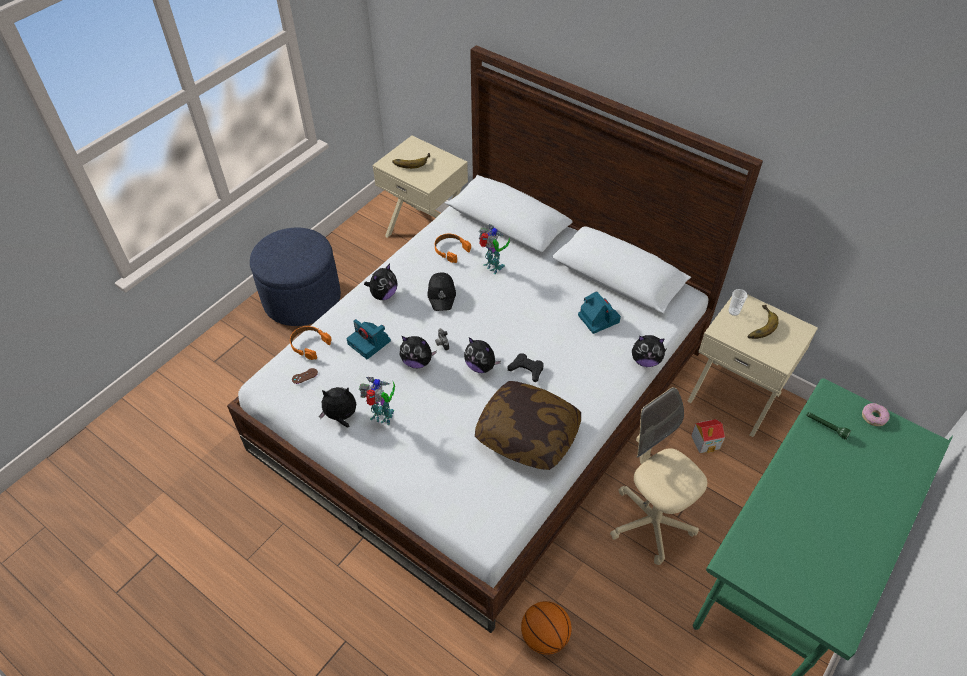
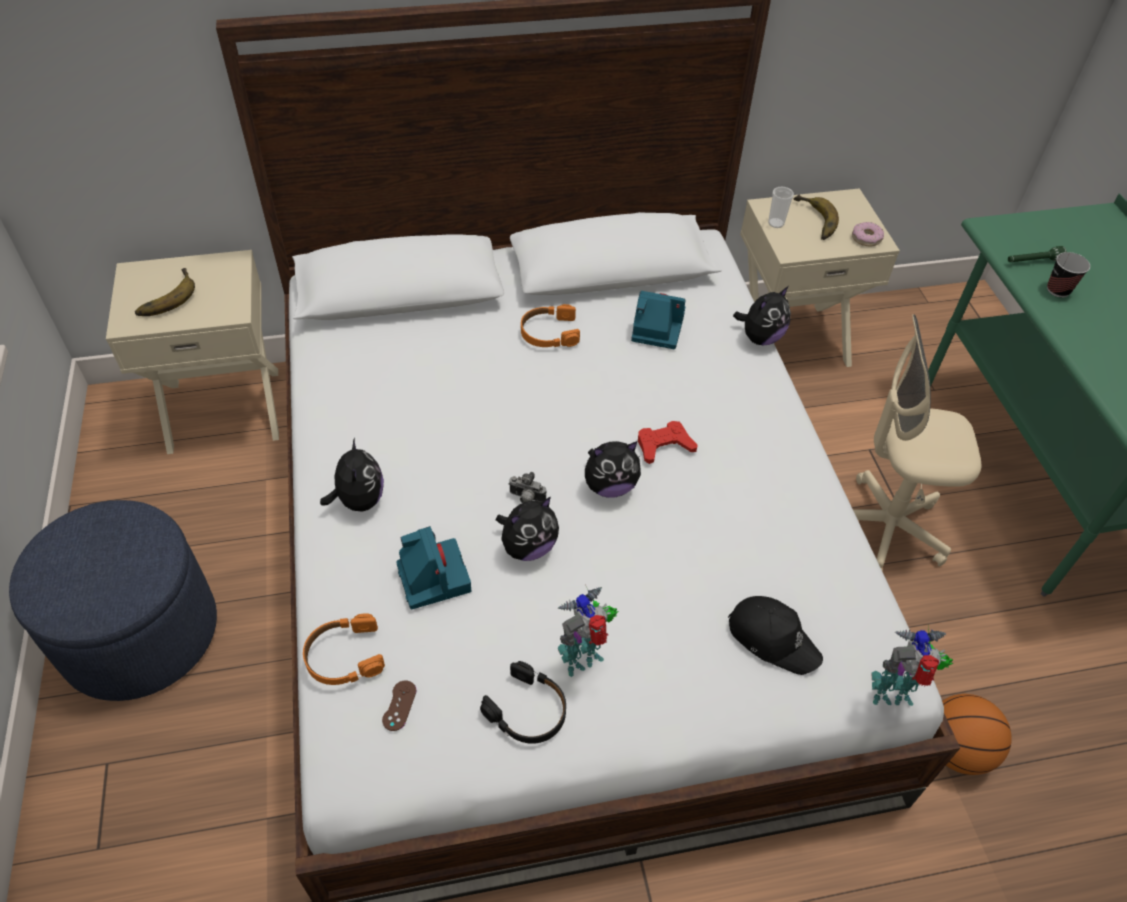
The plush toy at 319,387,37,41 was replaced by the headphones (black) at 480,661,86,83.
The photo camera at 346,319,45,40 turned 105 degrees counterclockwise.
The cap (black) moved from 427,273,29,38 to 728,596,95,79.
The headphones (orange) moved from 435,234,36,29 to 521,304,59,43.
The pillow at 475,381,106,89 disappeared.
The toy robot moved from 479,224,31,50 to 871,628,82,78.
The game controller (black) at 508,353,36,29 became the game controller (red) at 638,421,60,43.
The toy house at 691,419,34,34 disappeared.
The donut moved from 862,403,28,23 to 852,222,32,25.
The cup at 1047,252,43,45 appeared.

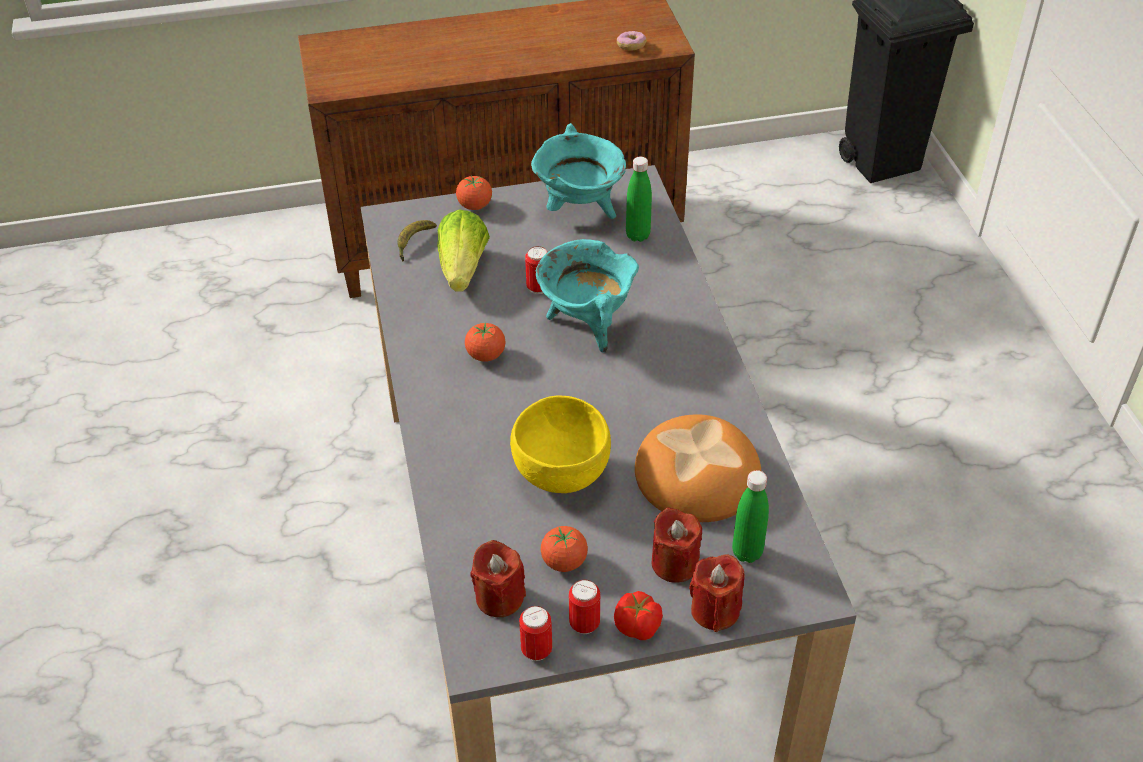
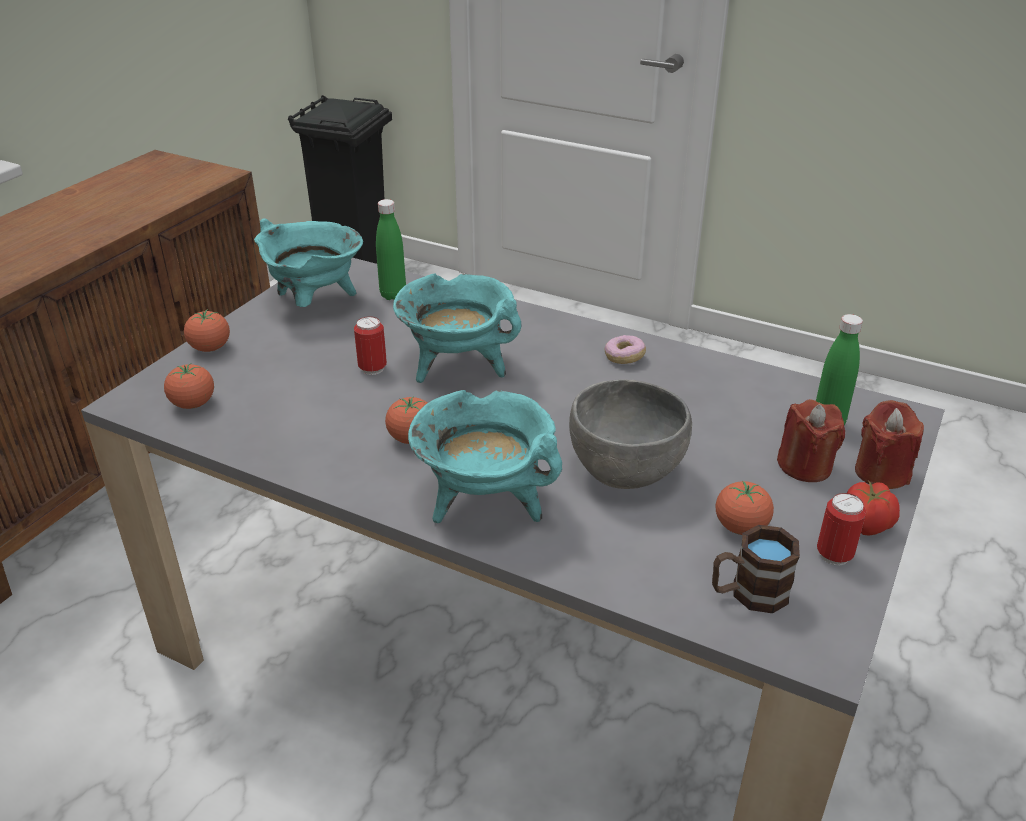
The banana at 397,220,40,41 was replaced by the tomato at 164,363,50,46.
The lettuce at 437,209,53,82 disappeared.
The candle (red) at 471,540,55,77 was replaced by the mug (brown) at 712,525,88,88.
The bowl (yellow) at 510,396,101,97 became the bowl (grey) at 569,380,123,109.
The can at 519,606,33,55 disappeared.
The donut moved from 617,31,29,20 to 605,335,41,29.
The bread at 635,414,126,108 disappeared.
The cooking pot (turquoise) at 408,390,154,133 appeared.

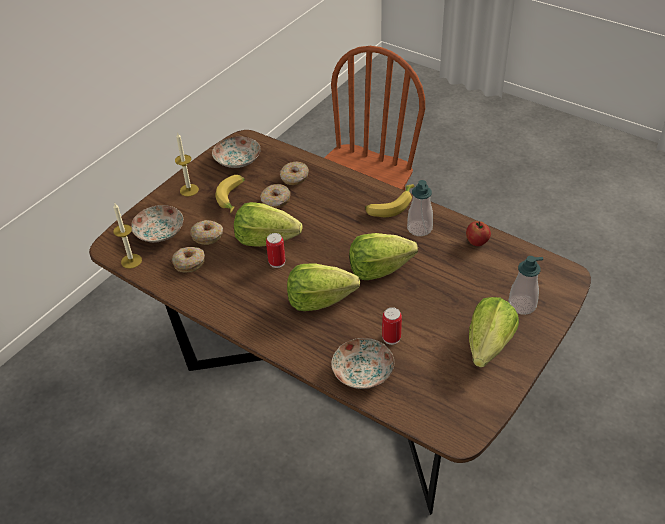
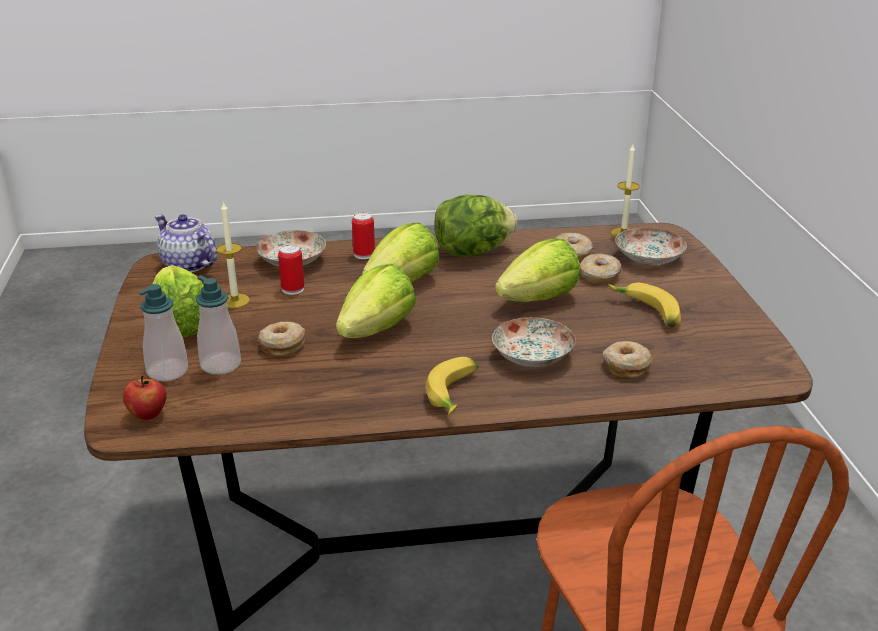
The candle moved from 175,132,24,64 to 216,201,34,107.
The plate moved from 212,136,49,32 to 492,317,84,50.
The donut moved from 260,184,31,24 to 258,322,47,34.
The can moved from 266,233,19,35 to 352,212,23,47.
The soap dispenser moved from 407,180,26,56 to 196,275,45,99.
The apple moved from 466,221,25,25 to 123,375,44,45.
The teapot at 155,214,62,58 appeared.
The lettuce at 434,194,83,63 appeared.

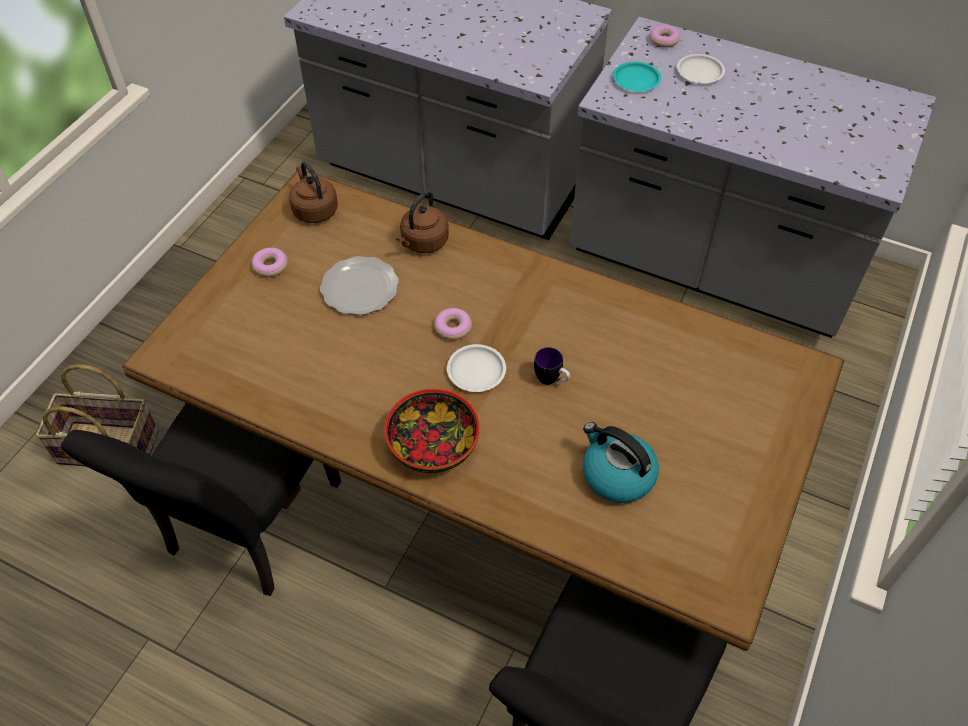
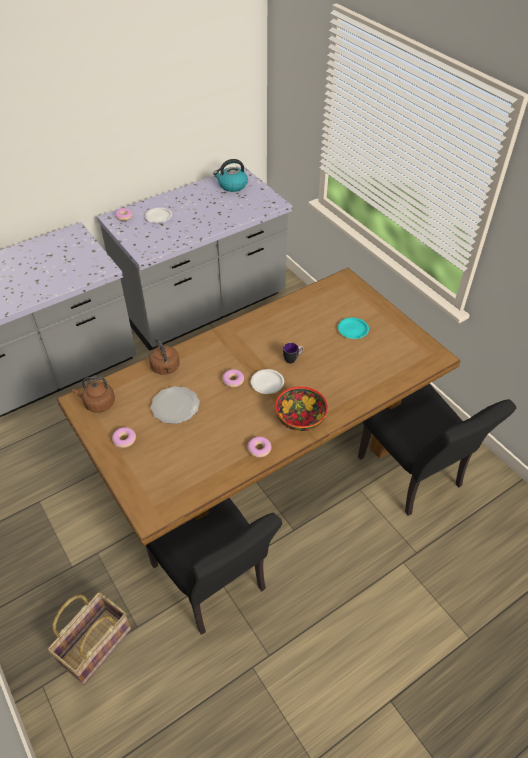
The kettle moved from 583,422,76,81 to 213,159,35,33.
The plate (turquoise) moved from 613,62,48,29 to 338,317,31,22.
The donut at 247,437,24,21 appeared.

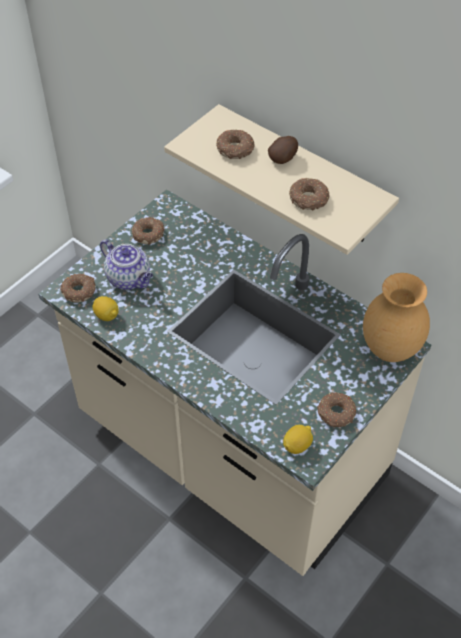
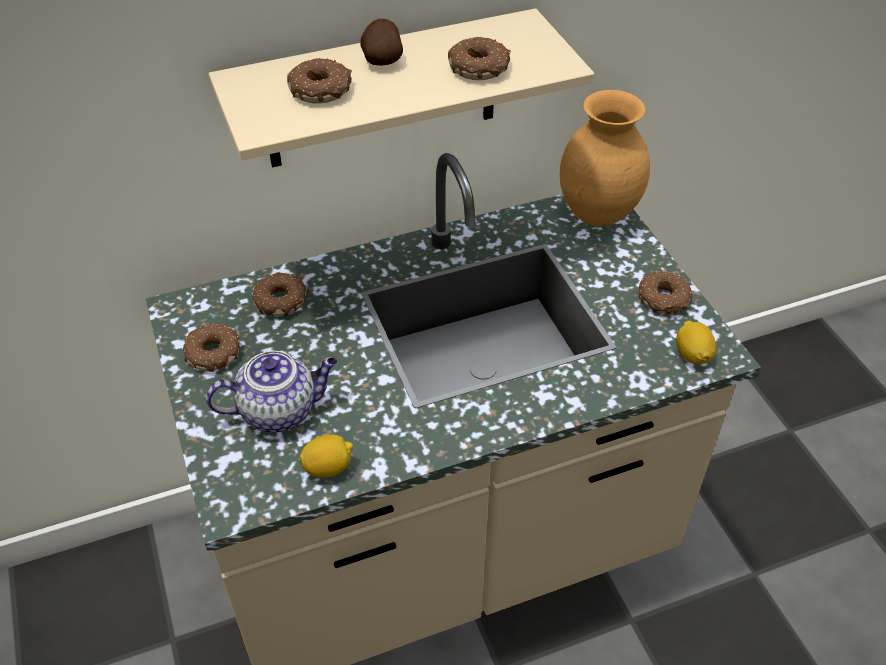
The donut moved from 60,273,36,29 to 253,273,54,43.

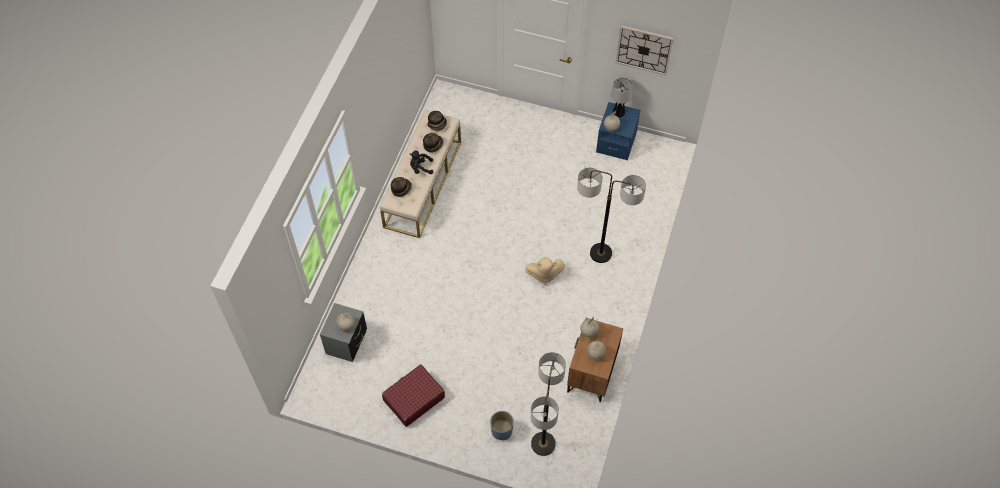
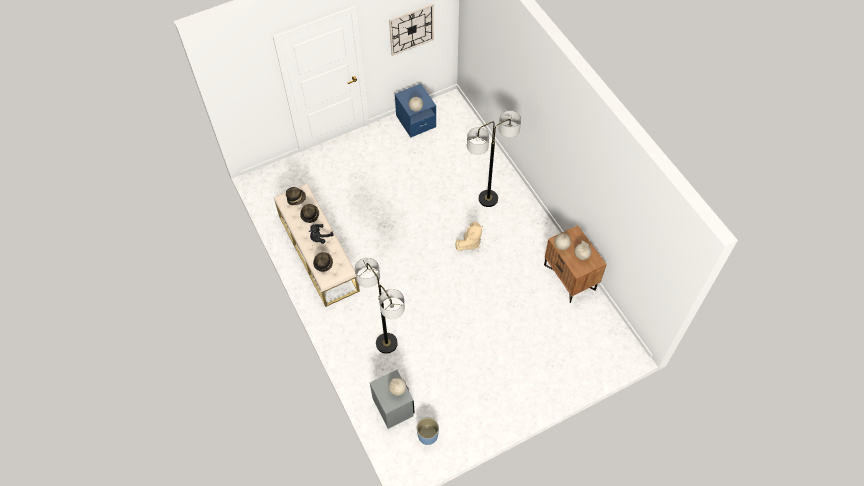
The suitcase (red) at 382,364,63,63 disappeared.
The planter (blue) moved from 490,411,24,29 to 417,417,22,28.
The floor lamp moved from 531,352,35,104 to 355,258,50,96.
The table lamp at 611,78,22,39 disappeared.

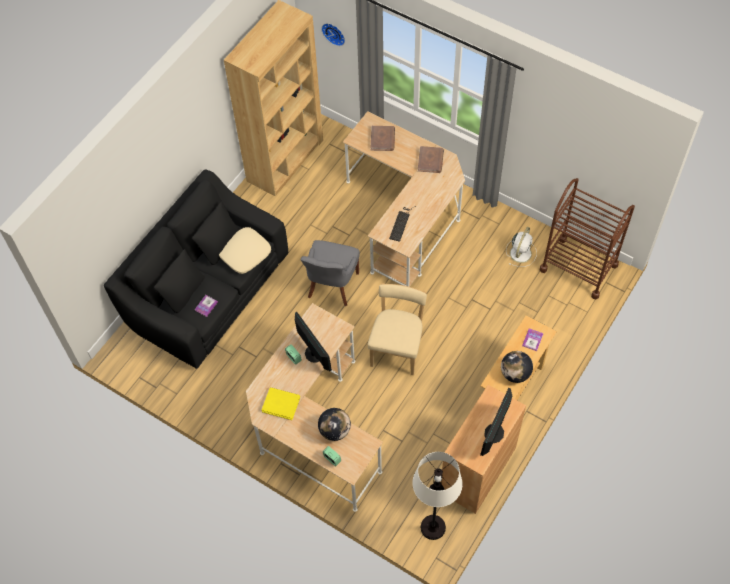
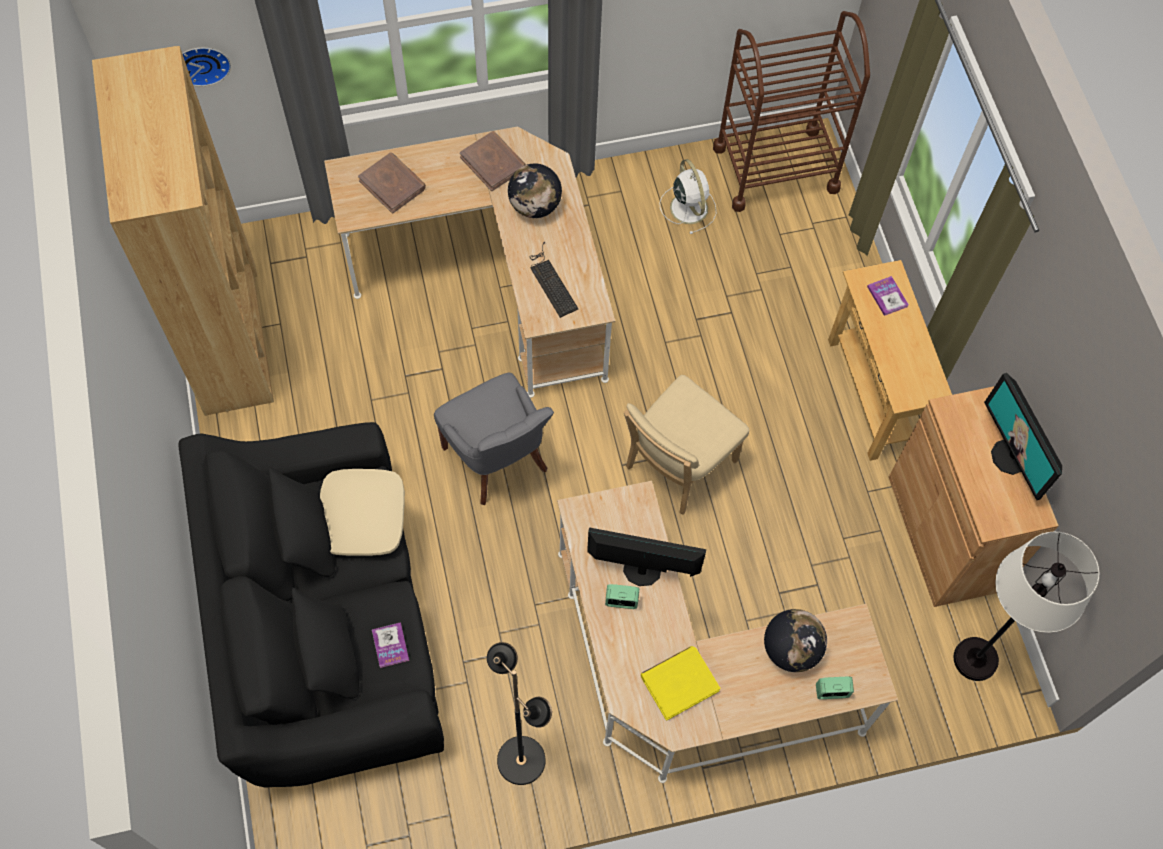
The chair (beige) at 368,283,59,92 turned 105 degrees counterclockwise.
The globe moved from 501,351,32,32 to 508,163,54,55.
The floor lamp (black) at 487,642,65,143 appeared.

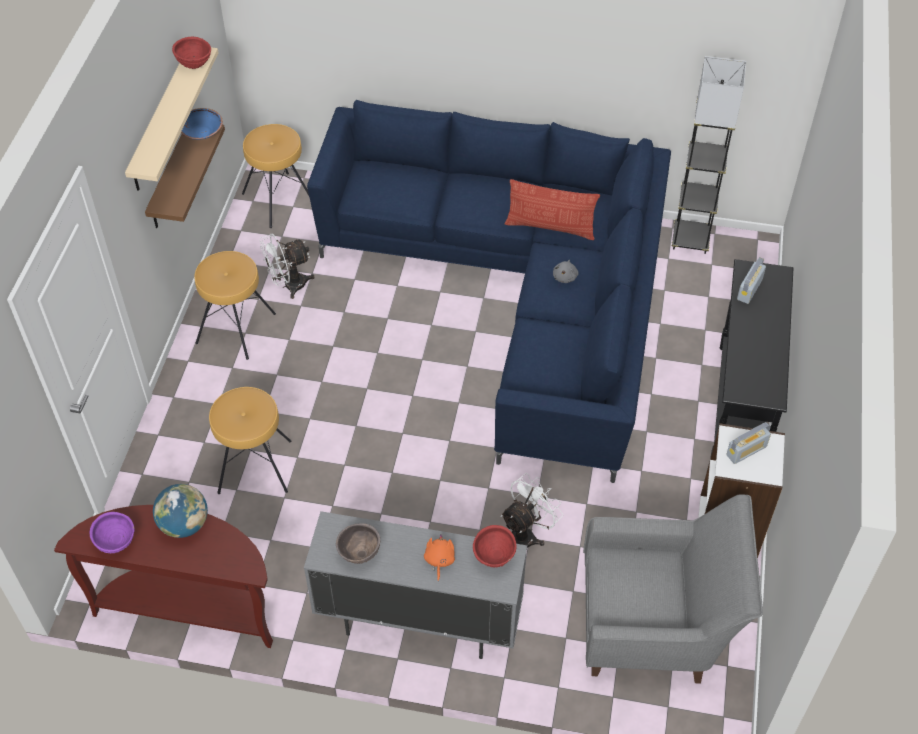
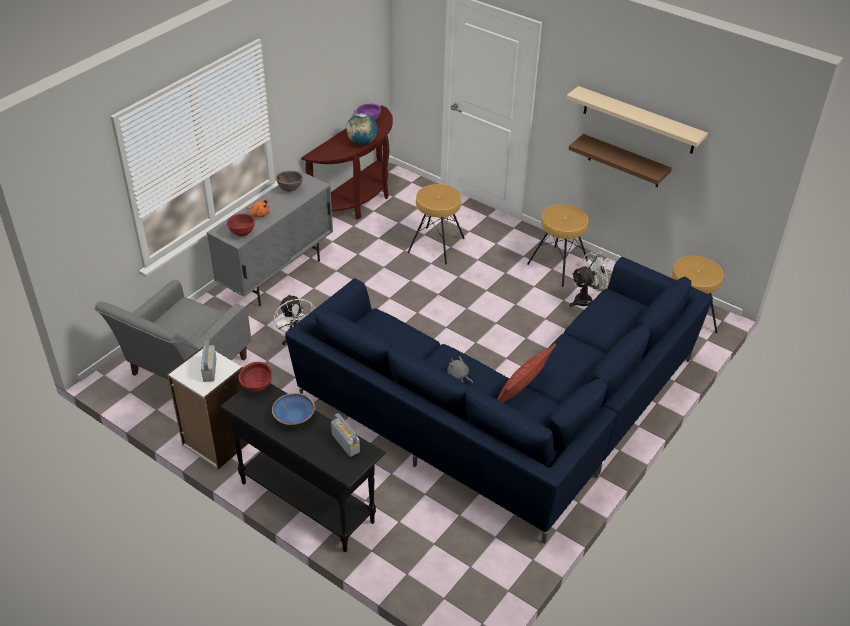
The bowl (red) moved from 172,37,39,32 to 239,362,33,30.
The bowl (blue) moved from 181,108,42,32 to 272,393,43,32.
The fan (white) at 259,233,55,66 turned 60 degrees clockwise.
The floor lamp (grey) at 672,56,74,198 disappeared.

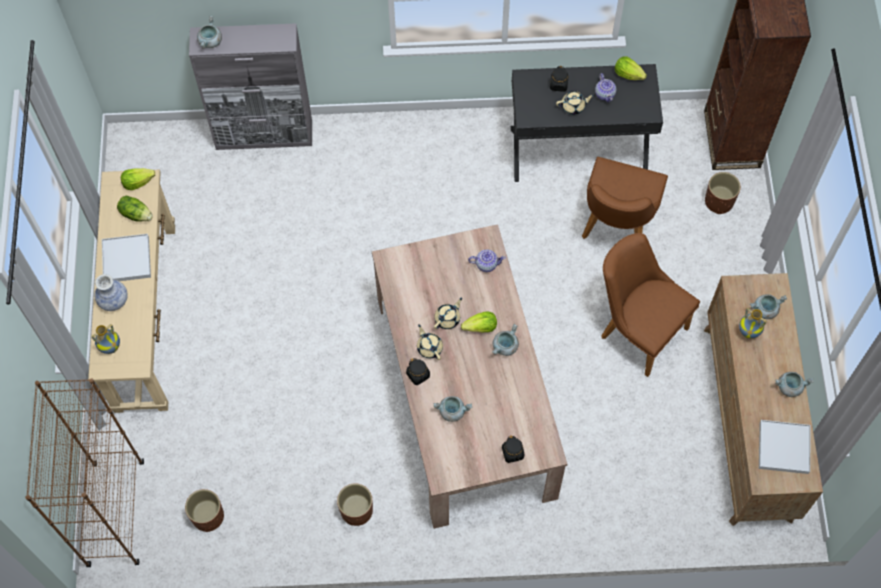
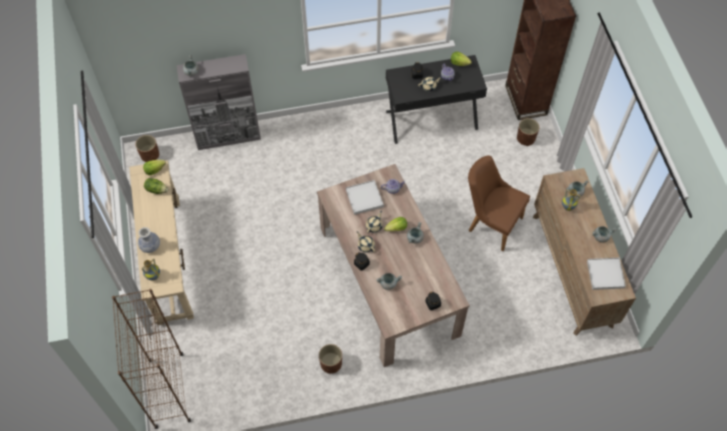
The tray (white) moved from 102,234,49,47 to 346,180,38,35.
The planter (brown) moved from 185,489,39,43 to 135,135,24,27.
The chair (brown) at 582,157,86,82 disappeared.

